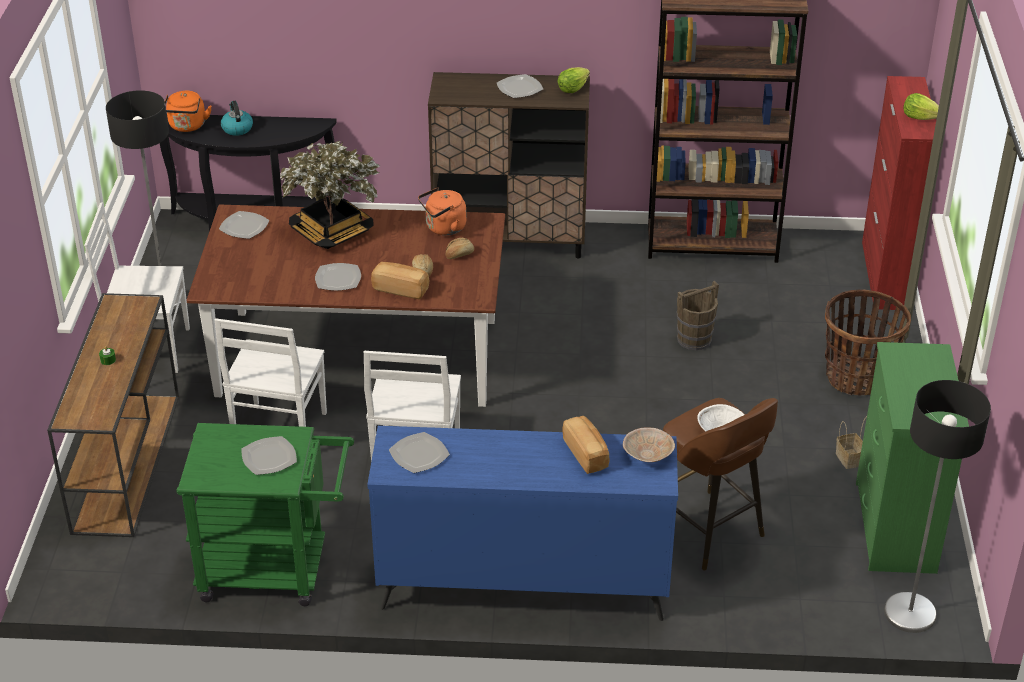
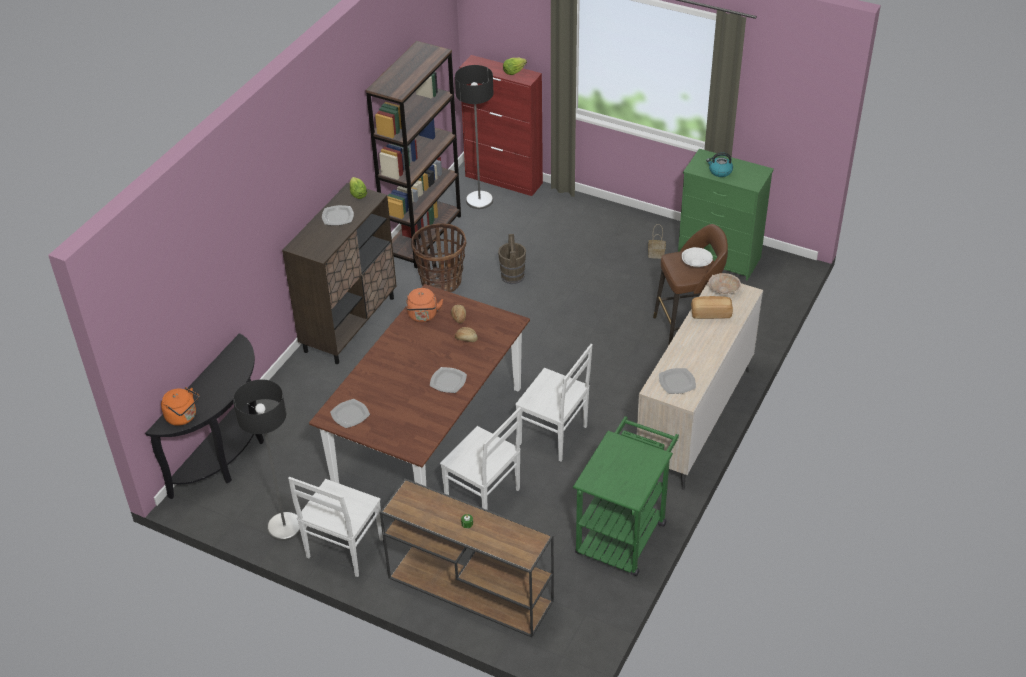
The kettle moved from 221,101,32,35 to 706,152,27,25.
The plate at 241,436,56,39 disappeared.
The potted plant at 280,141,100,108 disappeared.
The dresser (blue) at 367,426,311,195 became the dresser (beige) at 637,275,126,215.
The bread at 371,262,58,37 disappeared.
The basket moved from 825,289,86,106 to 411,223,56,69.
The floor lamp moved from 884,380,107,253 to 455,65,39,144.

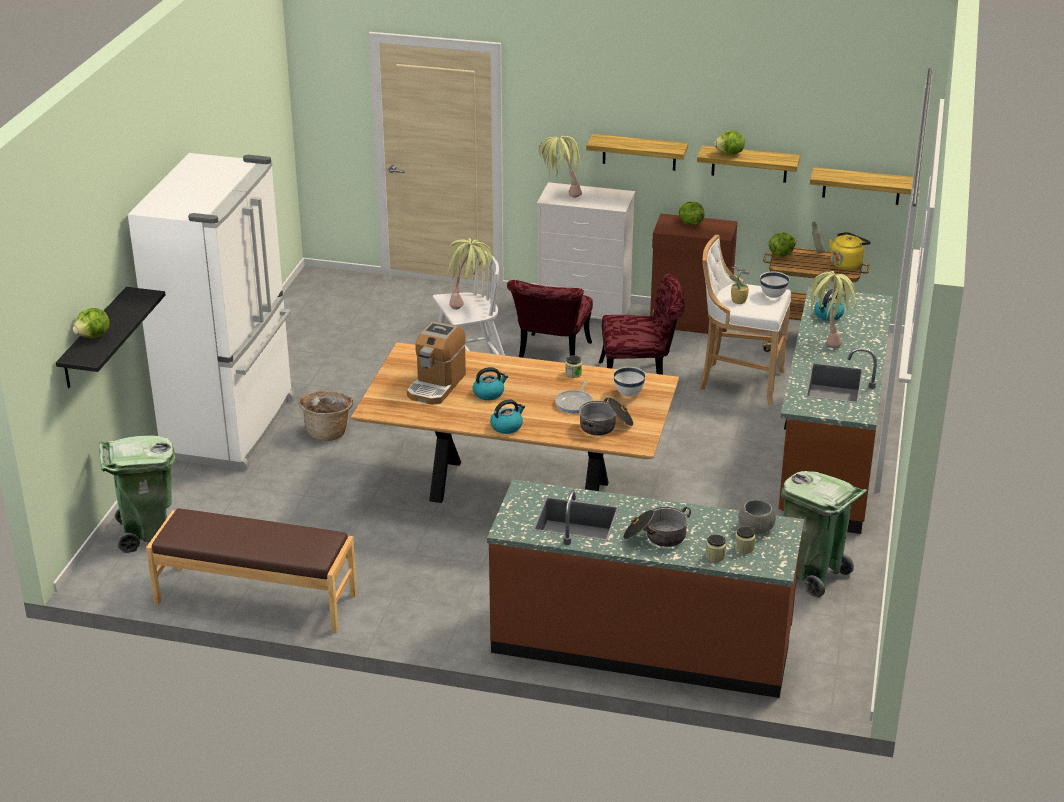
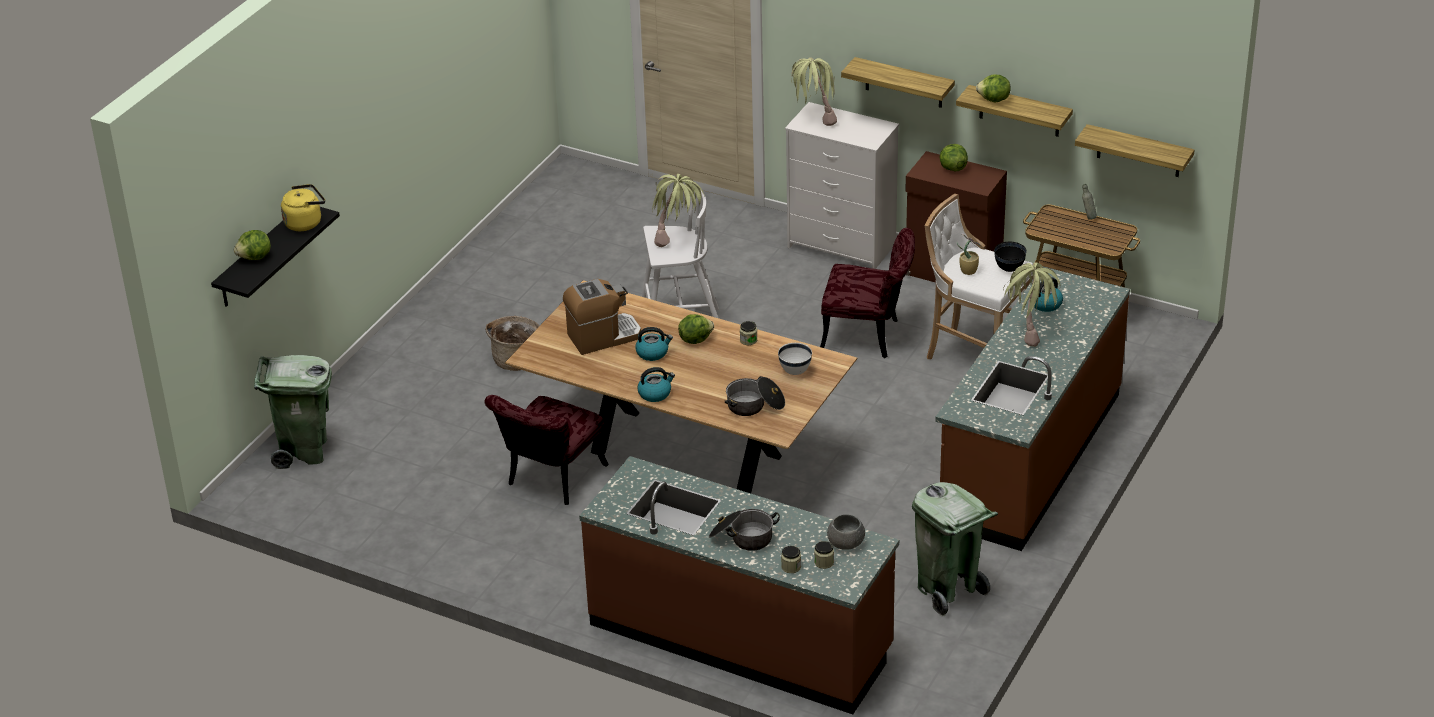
The fridge (white) at 128,153,167,317 disappeared.
The bench (brown) at 146,508,211,125 disappeared.
The coffee machine at 407,321,59,84 turned 150 degrees counterclockwise.
The chair (red) moved from 507,280,86,78 to 484,395,125,110.
The frying pan at 555,380,38,33 disappeared.
The bowl (white) at 760,272,29,26 became the bowl (black) at 994,242,33,30.
The lettuce moved from 769,232,27,25 to 678,314,36,30.
The kettle (yellow) moved from 829,232,42,38 to 281,184,44,47.

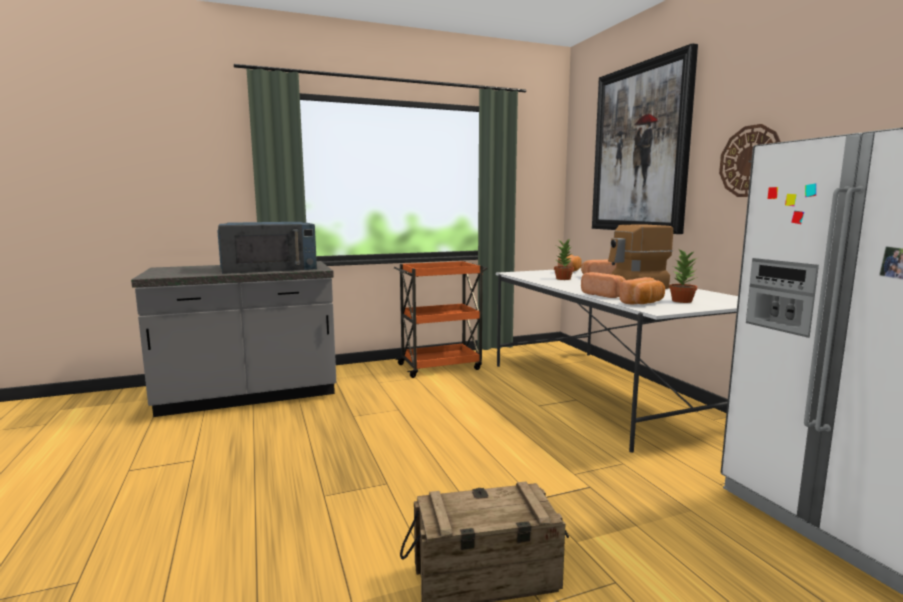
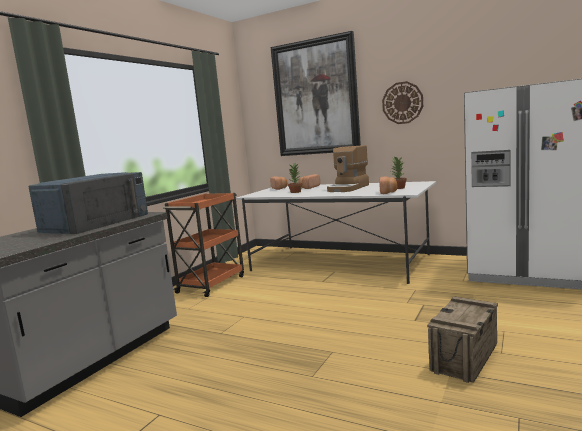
The bread at 581,272,45,26 disappeared.

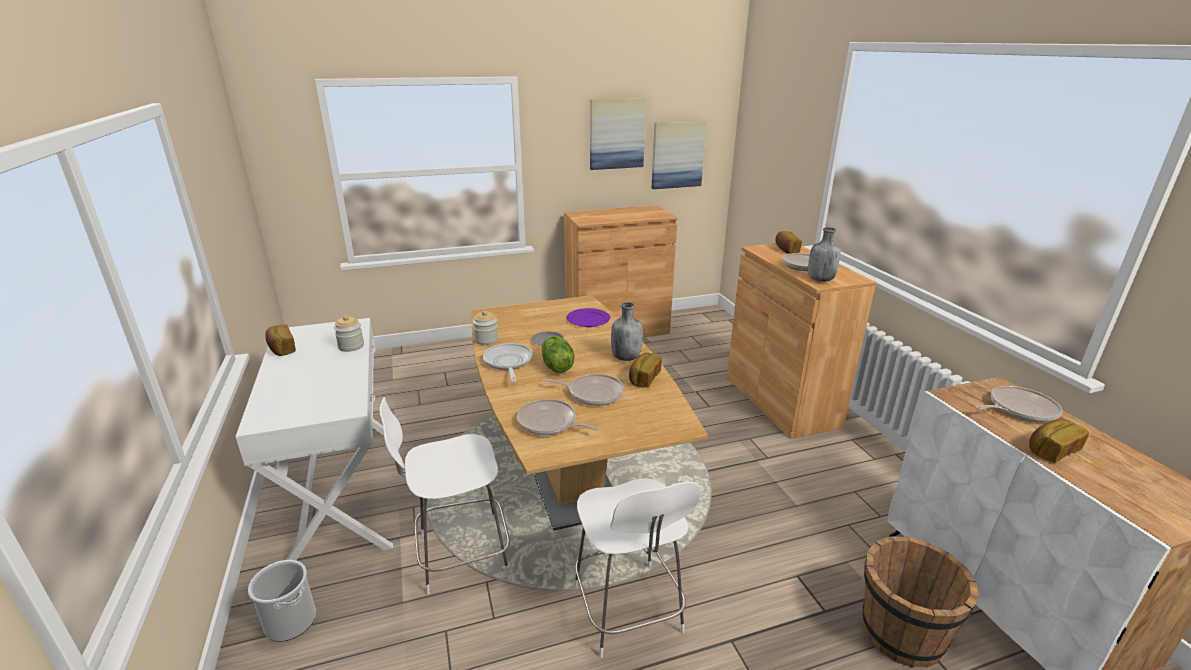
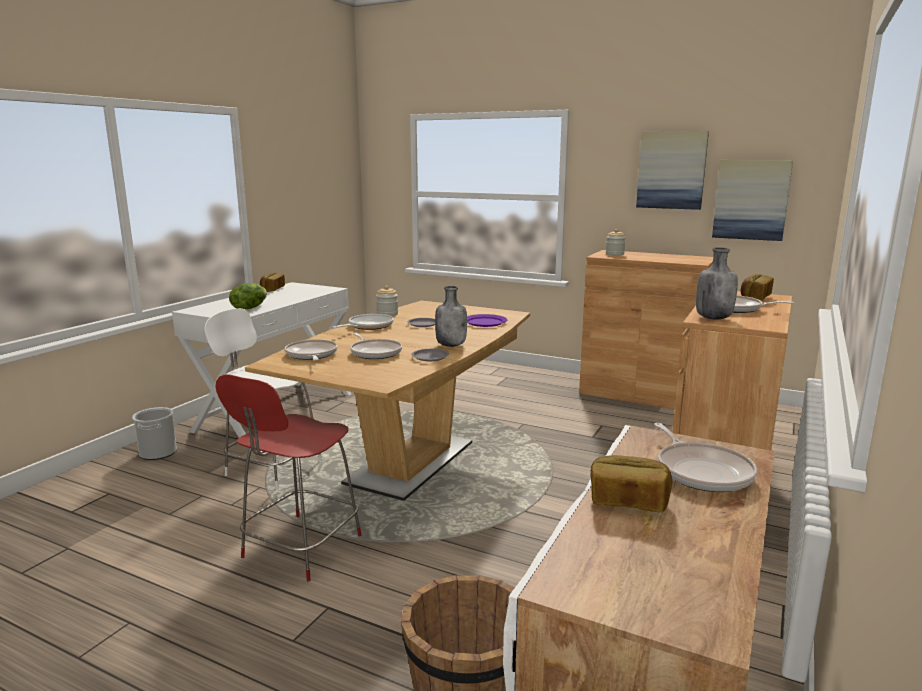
The jar moved from 334,316,30,36 to 606,229,19,26.
The lettuce moved from 542,336,32,37 to 229,283,38,26.
The chair (white) at 574,478,127,180 became the chair (red) at 215,375,147,207.
The bread at 629,352,33,35 was replaced by the plate (grey) at 411,349,38,12.
The frying pan at 976,386,86,36 turned 45 degrees clockwise.

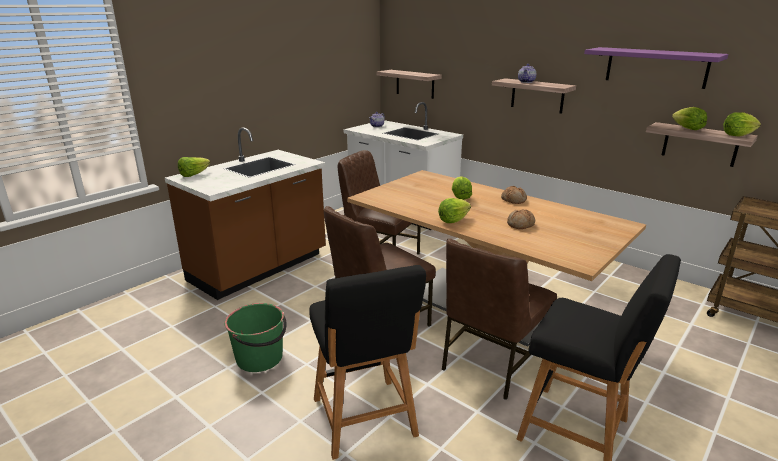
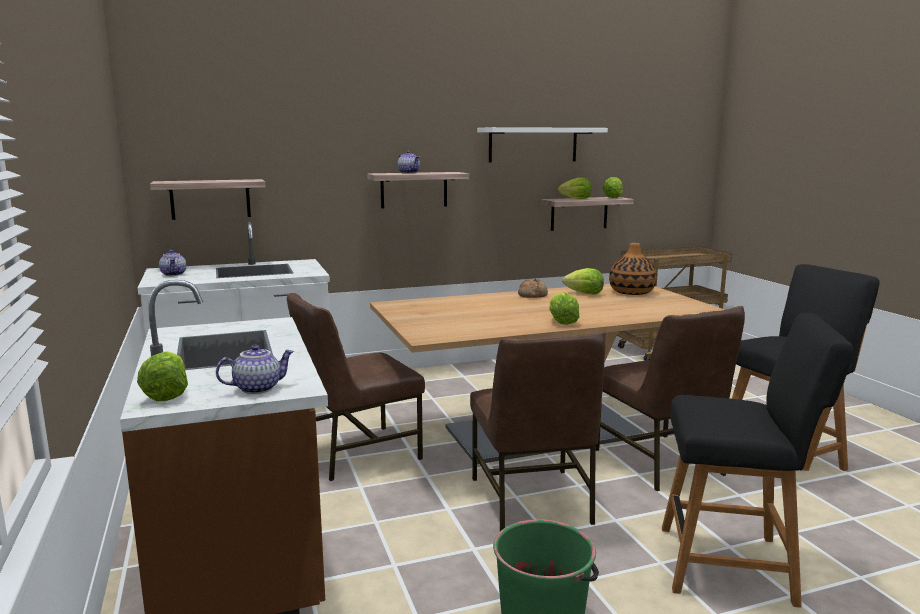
The lettuce moved from 452,176,20,24 to 562,268,42,27.
The bread at 507,209,28,20 disappeared.
The shelf (purple) at 584,47,145,42 became the shelf (white) at 477,127,131,35.
The teapot at 216,345,78,49 appeared.
The vase at 609,243,48,52 appeared.

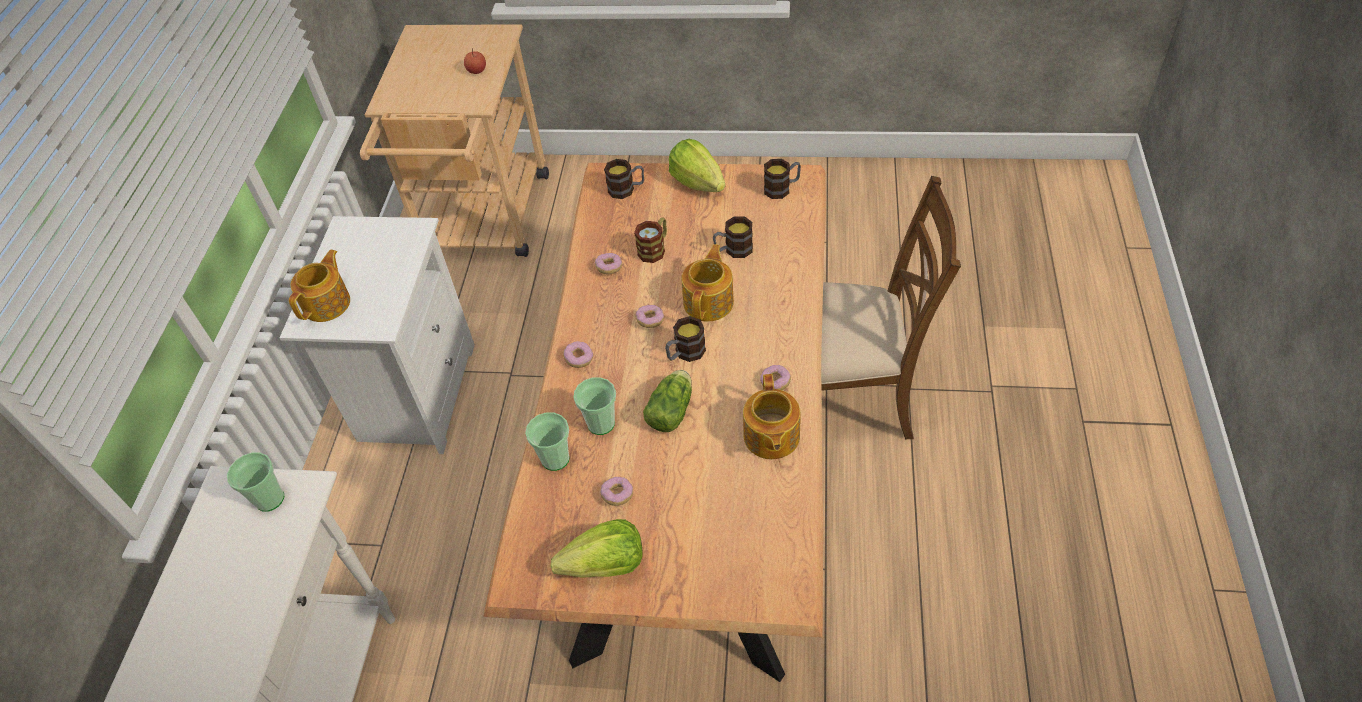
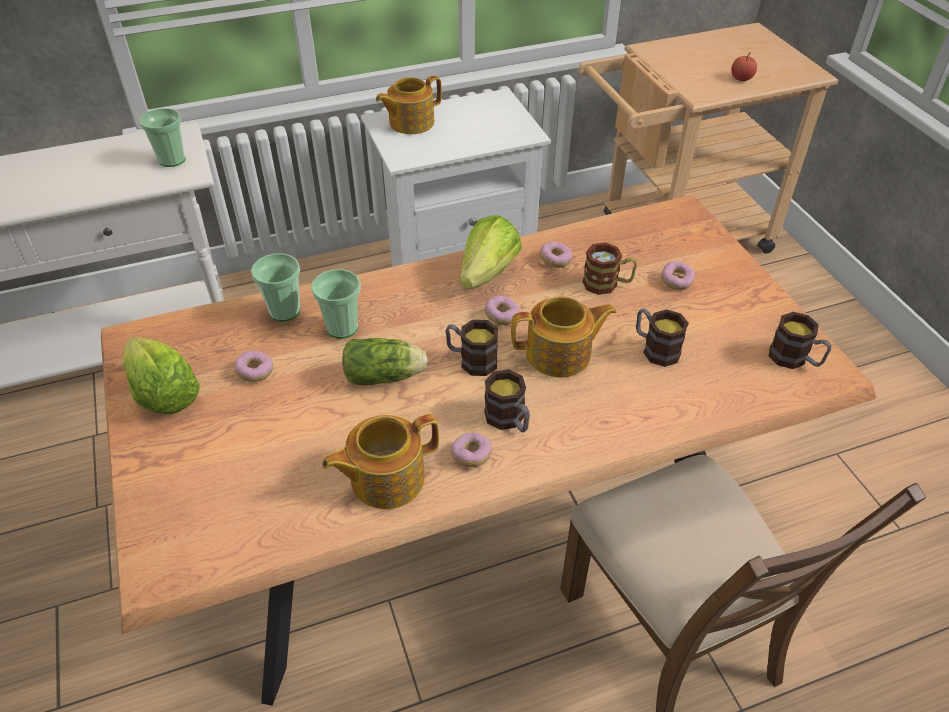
The teapot at 289,250,61,72 turned 150 degrees clockwise.
The donut moved from 563,341,30,27 to 661,261,34,29.
The mug moved from 604,159,40,40 to 484,369,46,63.
The lettuce moved from 669,139,56,53 to 460,215,62,74.

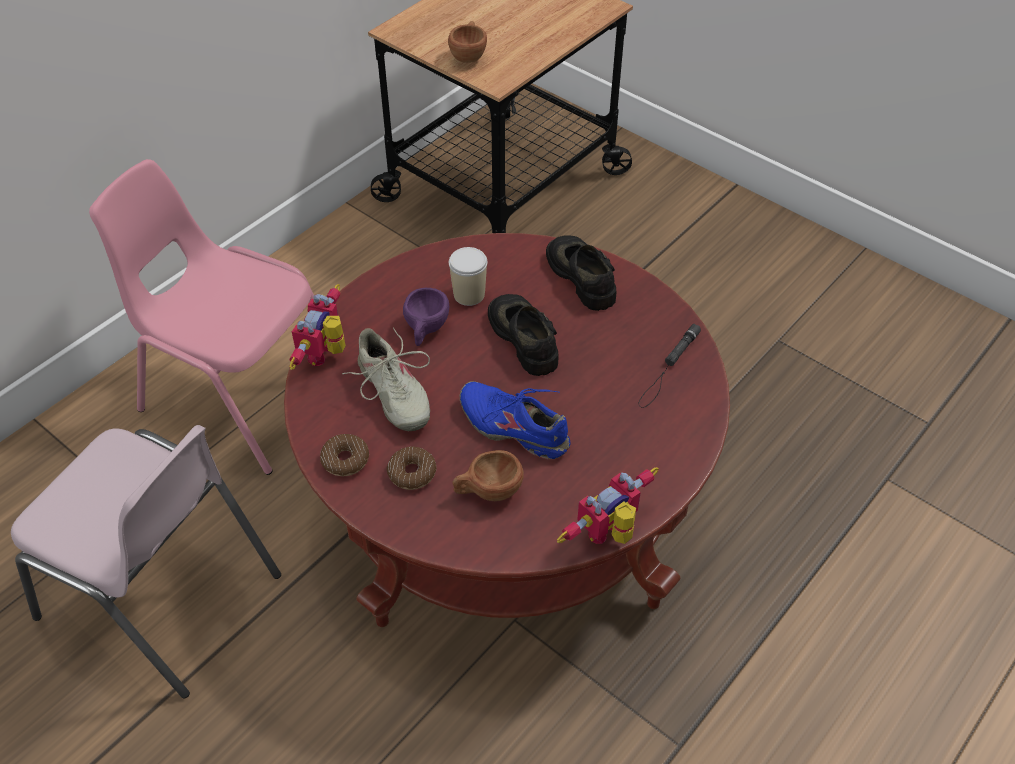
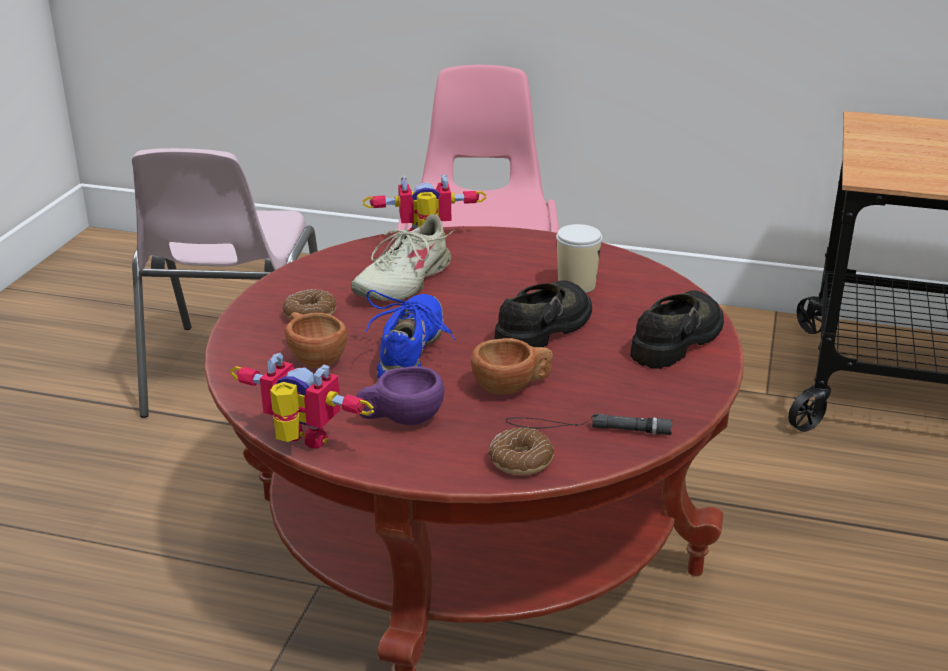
The donut moved from 320,434,49,42 to 489,427,65,48.
The cup (purple) moved from 403,288,46,58 to 356,366,89,59.
The cup (brown) moved from 448,21,39,42 to 471,338,82,56.

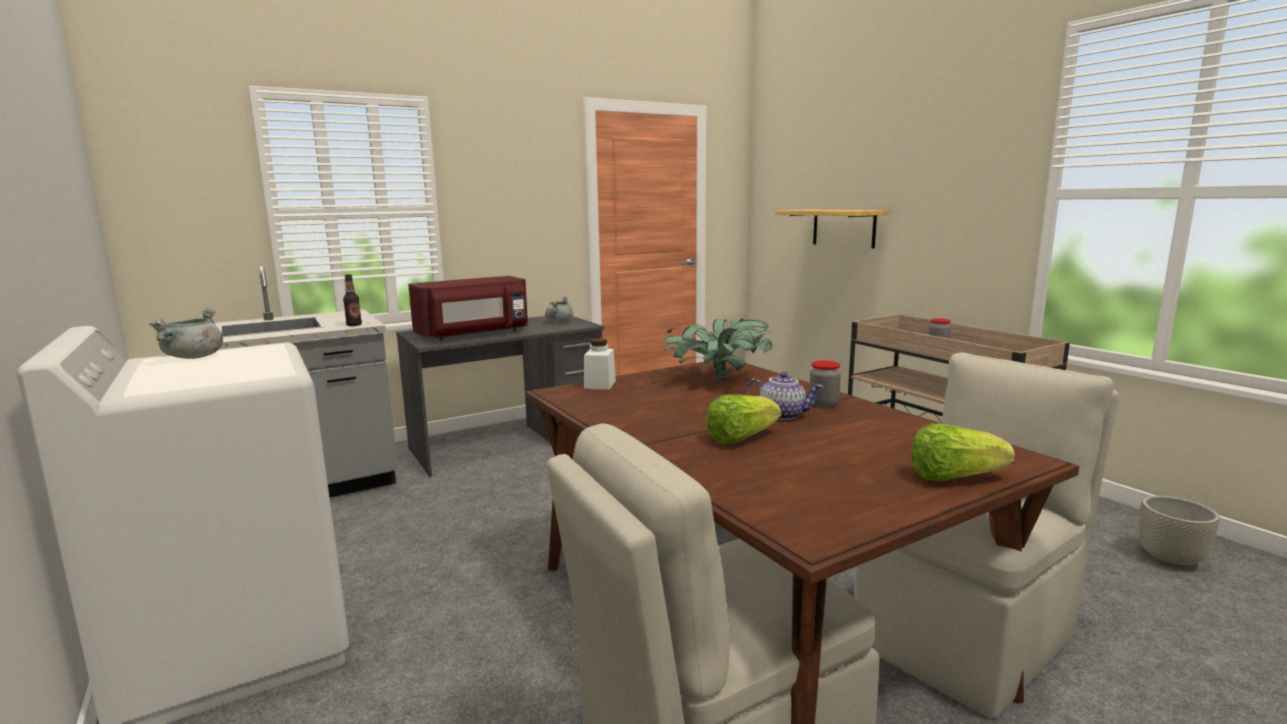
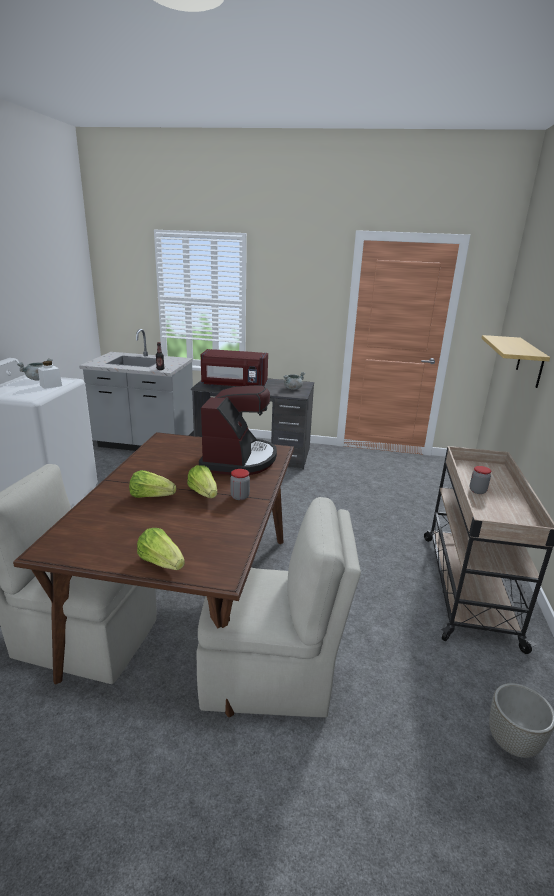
The jar (white) moved from 584,338,32,52 to 38,361,24,28.
The potted plant at 662,319,110,61 was replaced by the coffee machine at 199,385,78,90.
The teapot at 745,372,78,48 was replaced by the lettuce at 187,465,30,33.

